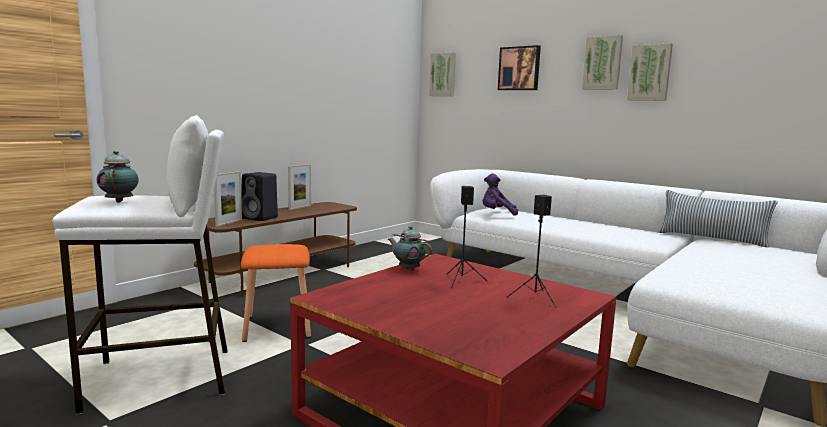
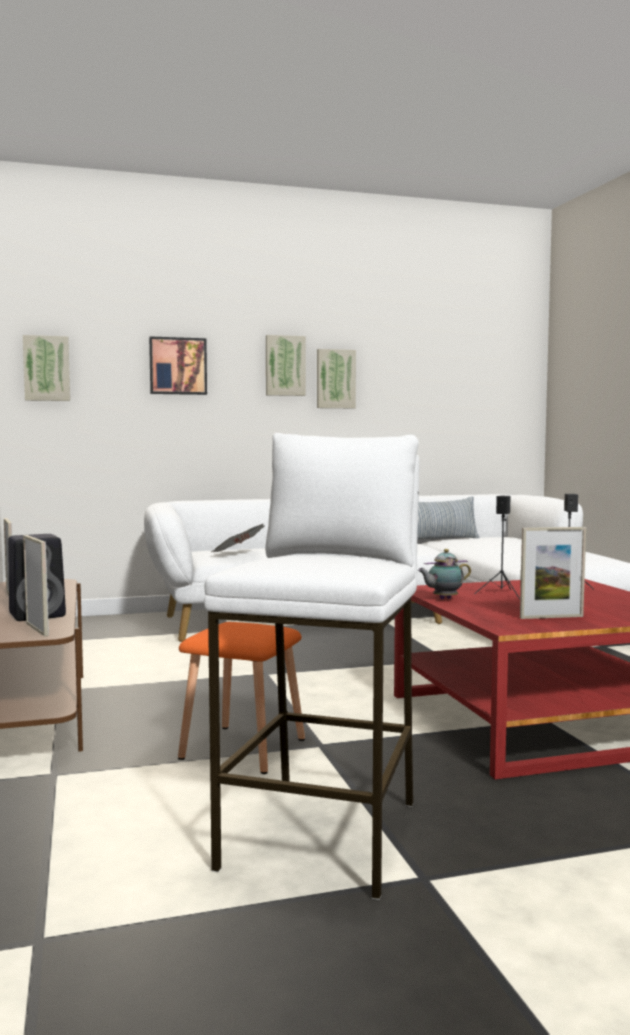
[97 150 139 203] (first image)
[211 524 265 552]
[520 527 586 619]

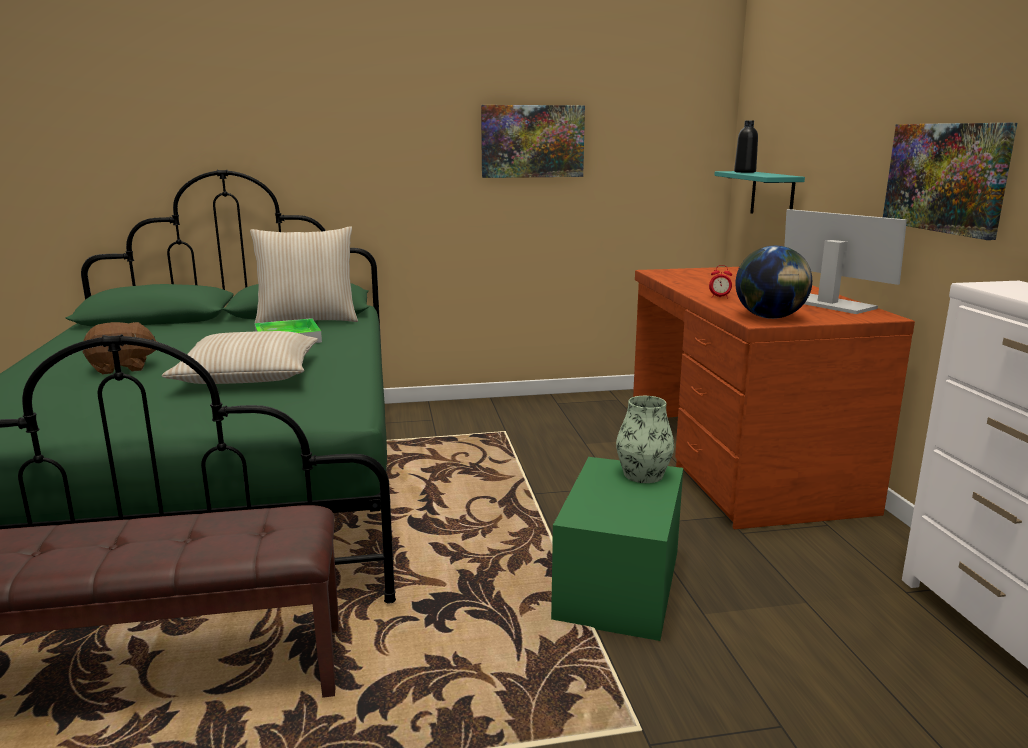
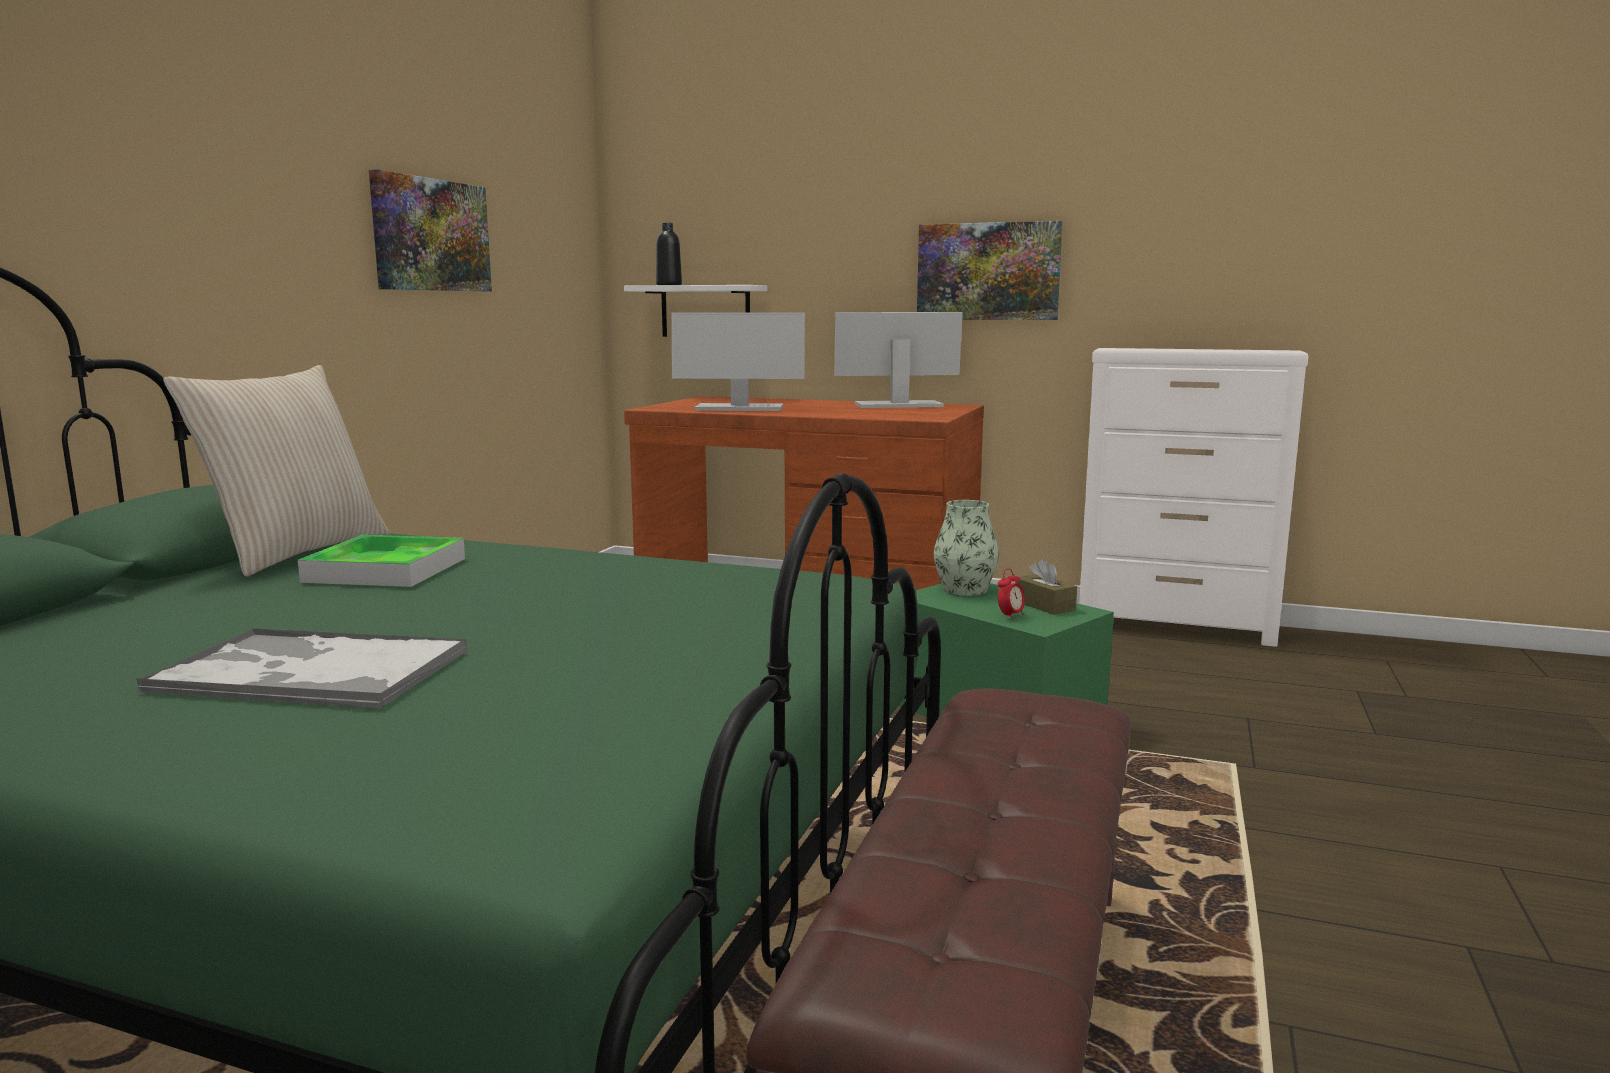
[624 285 767 337]
[736 246 812 319] (first image)
[998 569 1025 620]
[136 628 467 709]
[162 331 318 384] (first image)
[671 312 805 411]
[1015 558 1077 615]

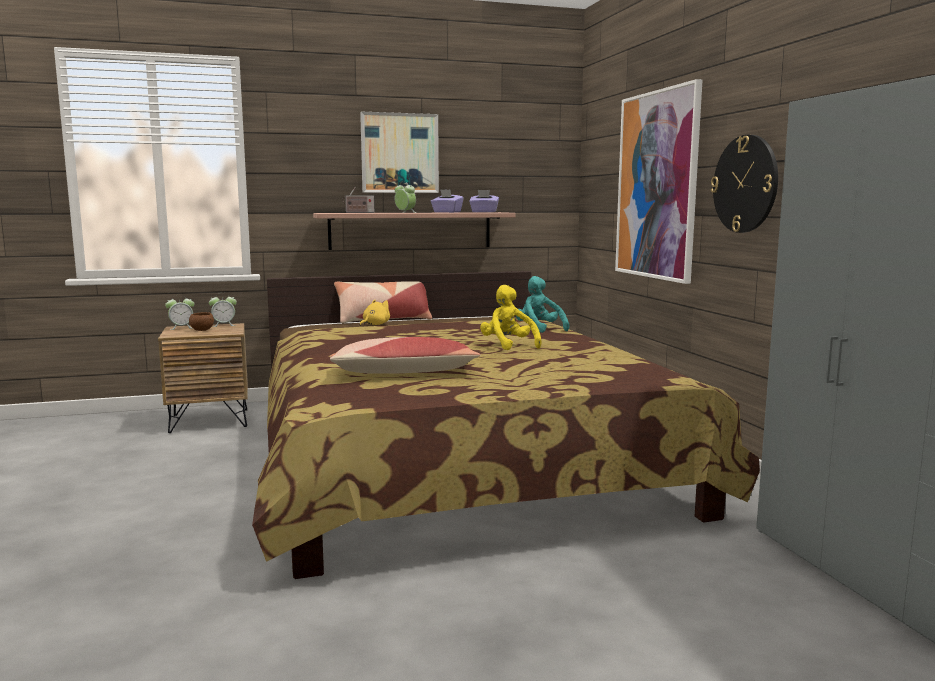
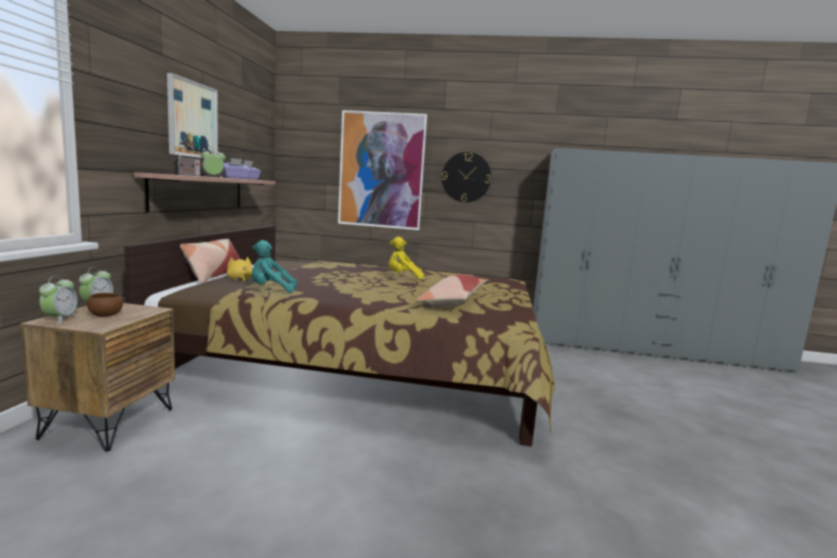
[251 240 298 293]

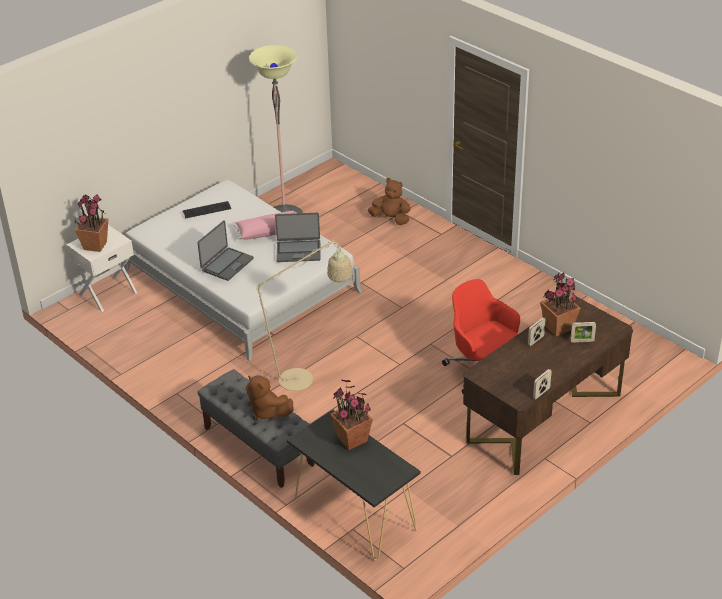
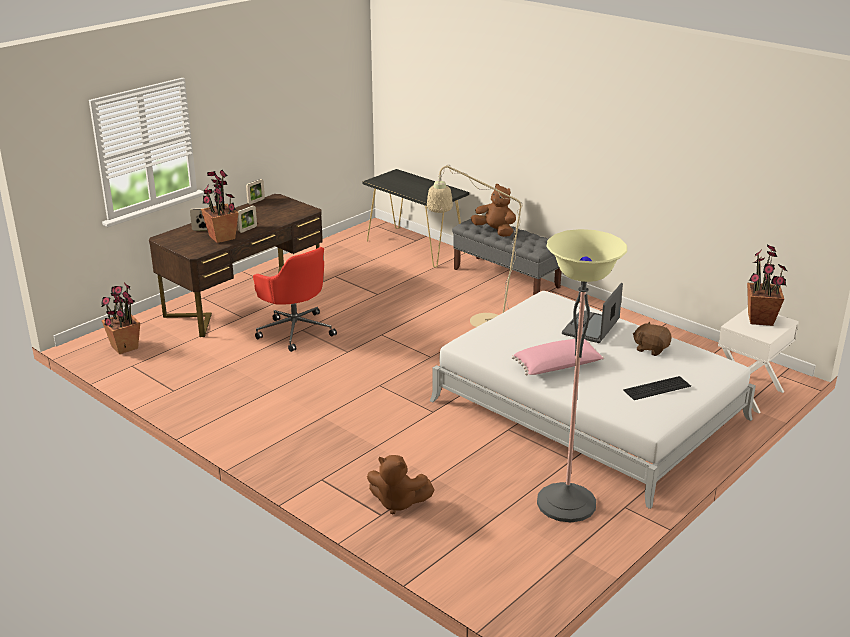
[275 213 321 262] (first image)
[101 282 140 354]
[633 321 672 356]

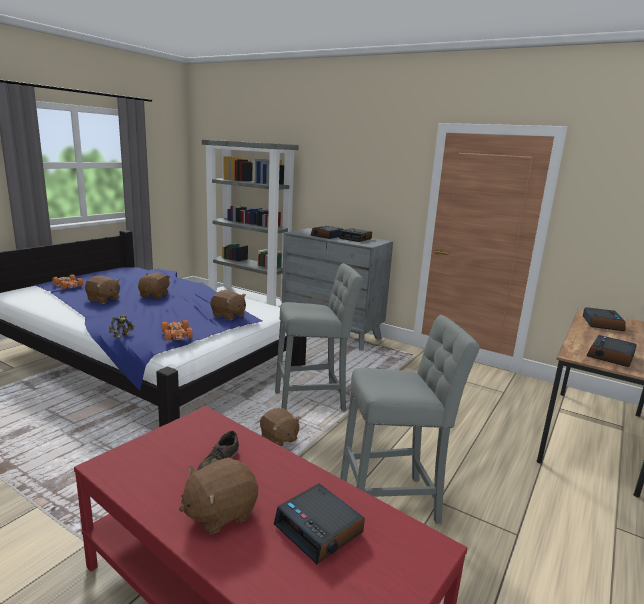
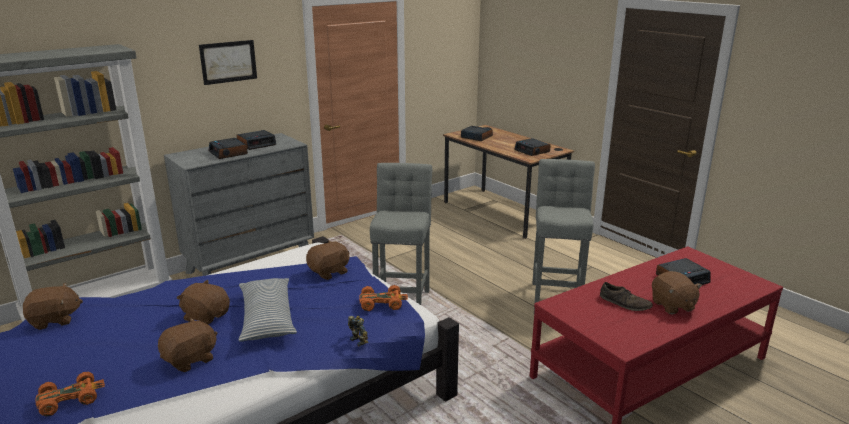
[23 283 83 330]
[199 40 257 85]
[239 278 297 341]

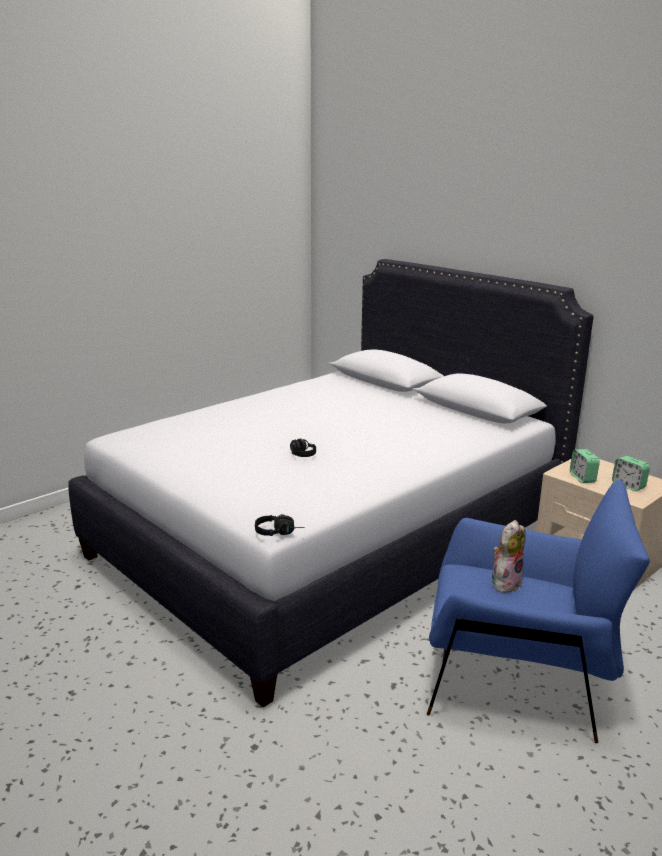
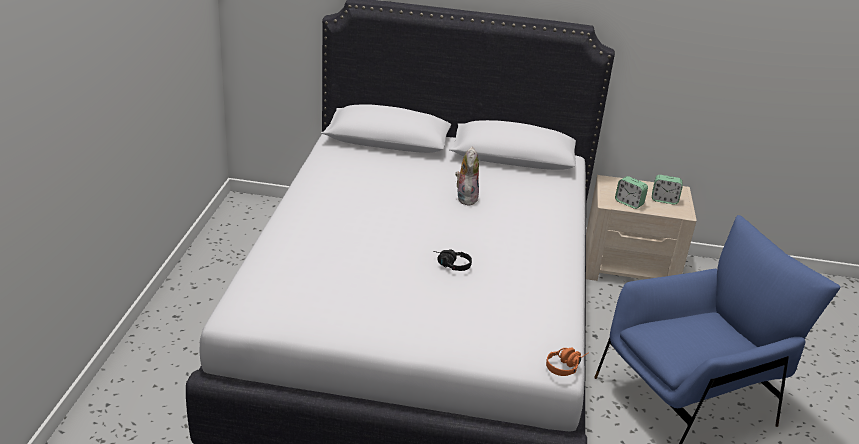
[546 347 589 376]
[455 147 479 205]

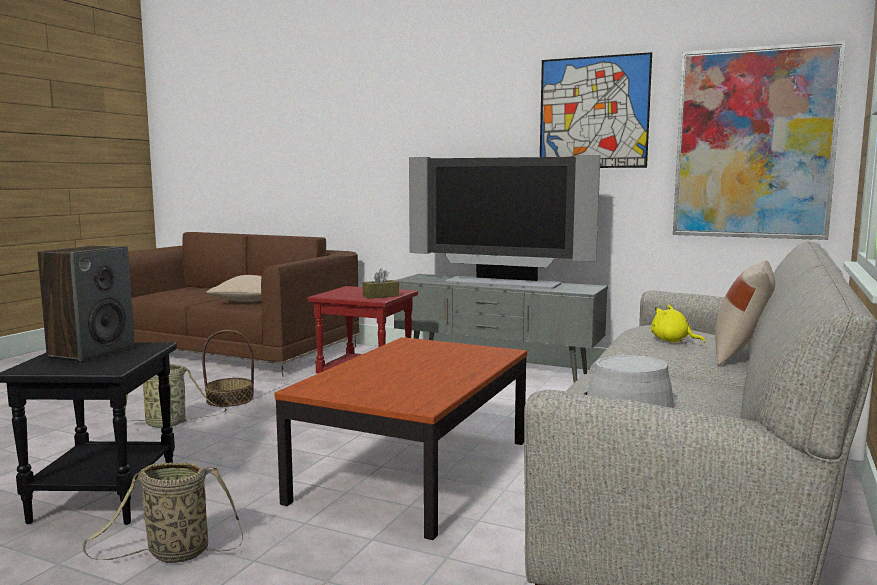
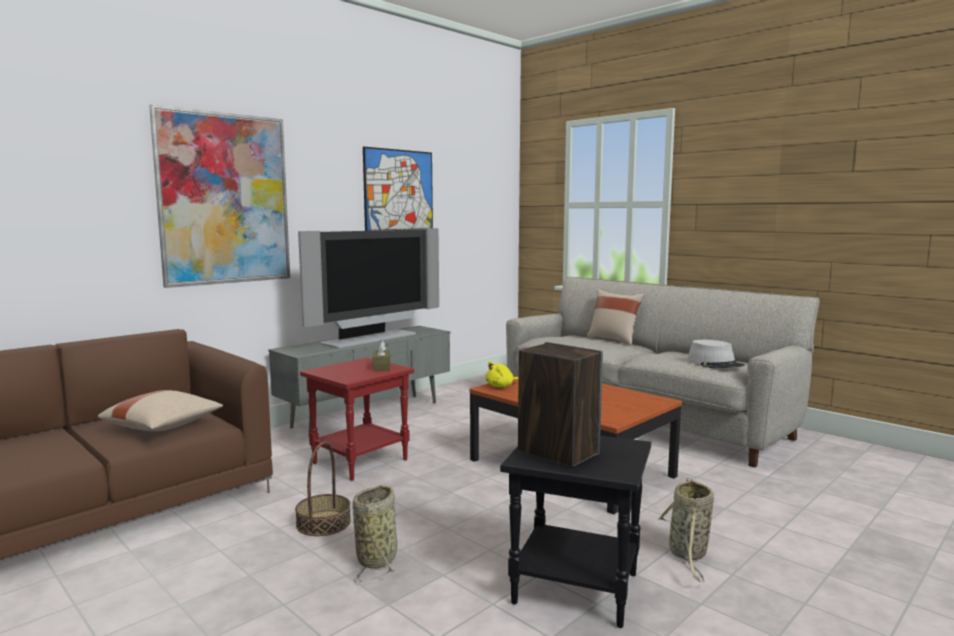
[149 104 290 288]
[485 361 519 387]

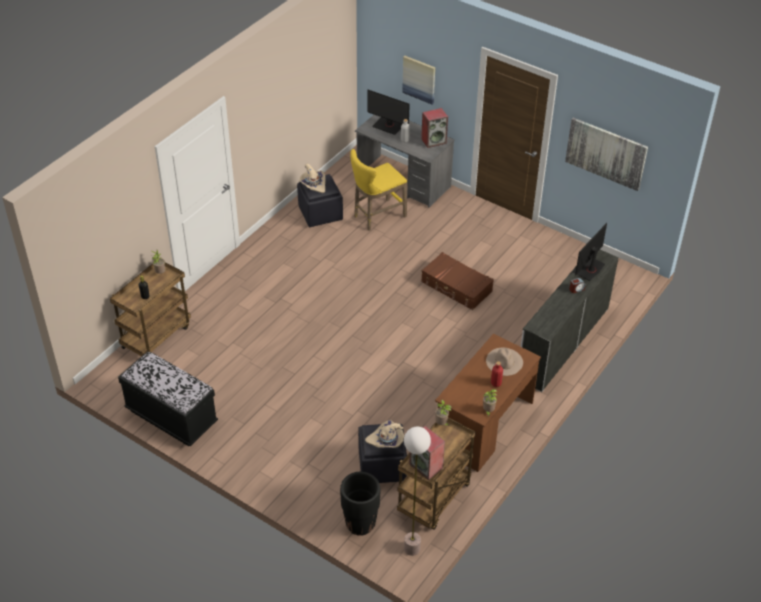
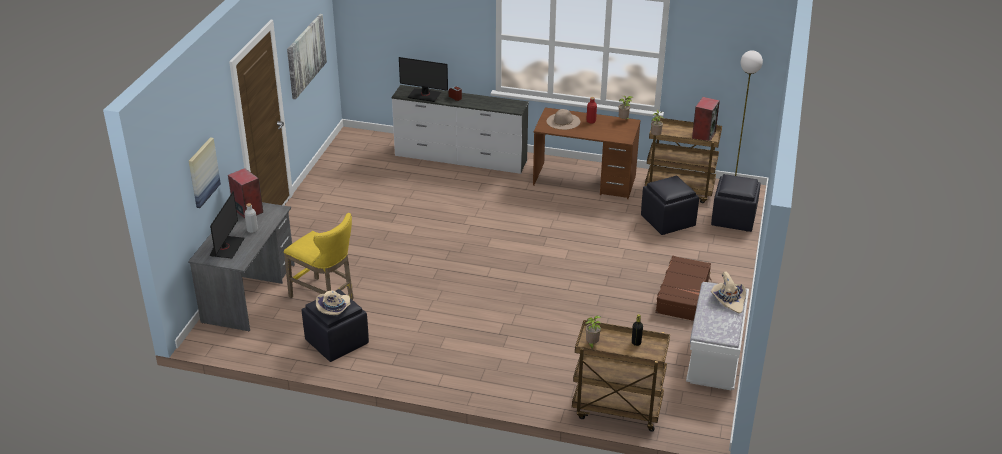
[655 256 712 321]
[686 282 749 390]
[711 271 746 313]
[711 174 761 232]

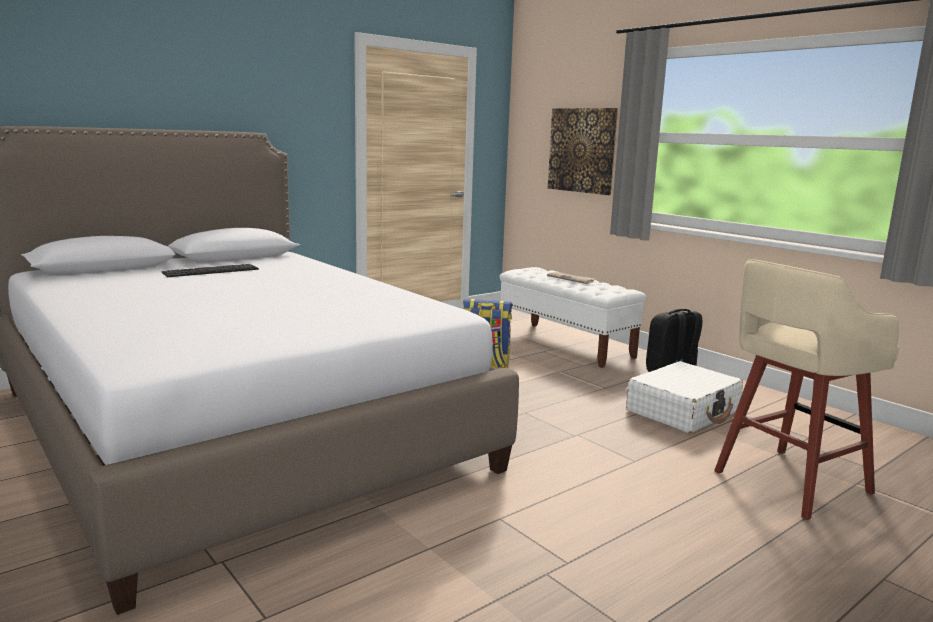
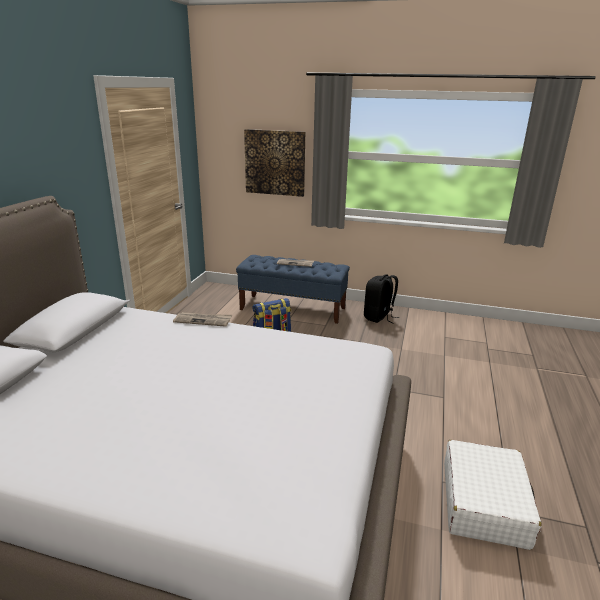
[714 259 900 520] (first image)
[161 264 259 277] (first image)
[236 255 350 324]
[444 440 541 550]
[173 312 232 327]

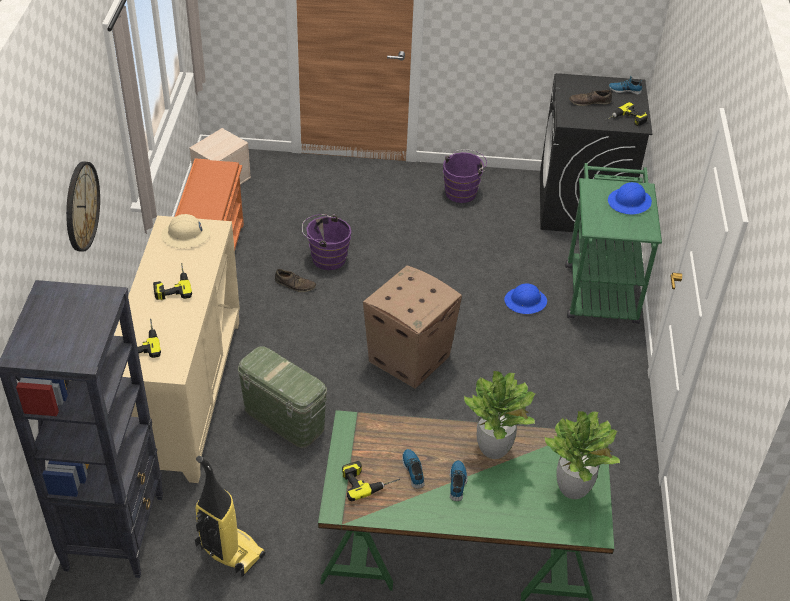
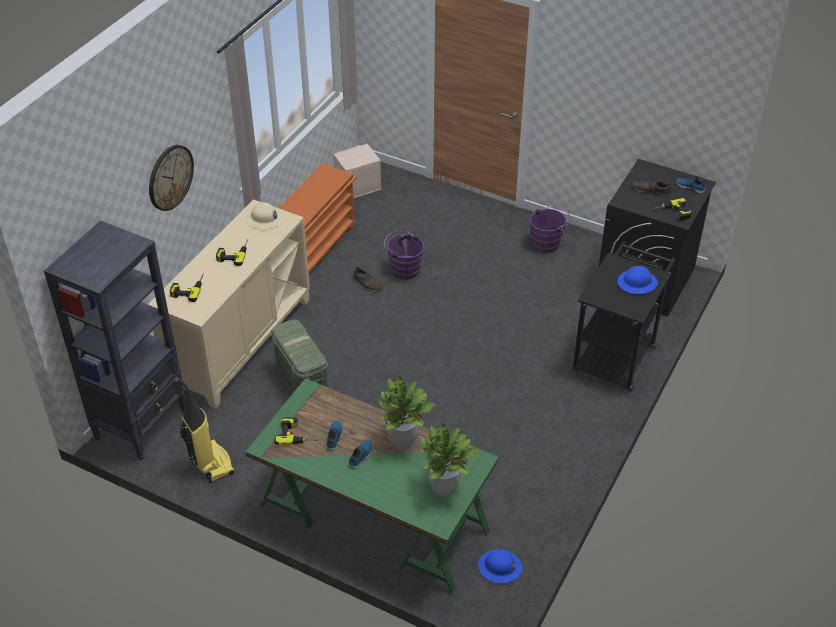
[572 241 675 392]
[363 266 462 388] (first image)
[478 549 522 583]

